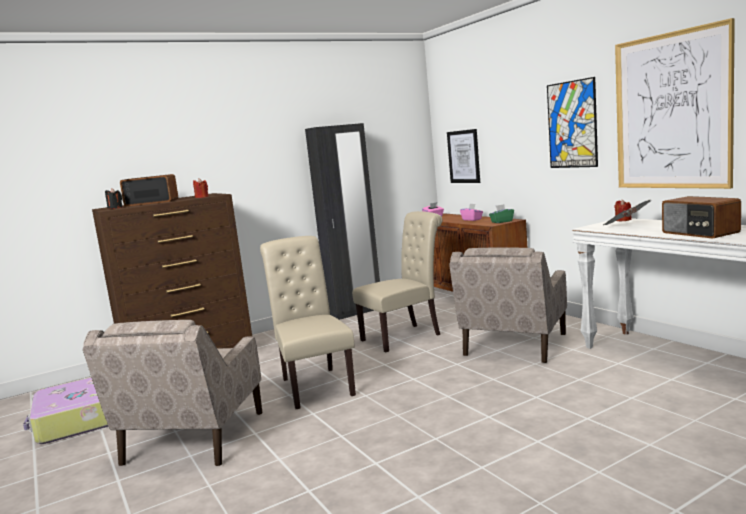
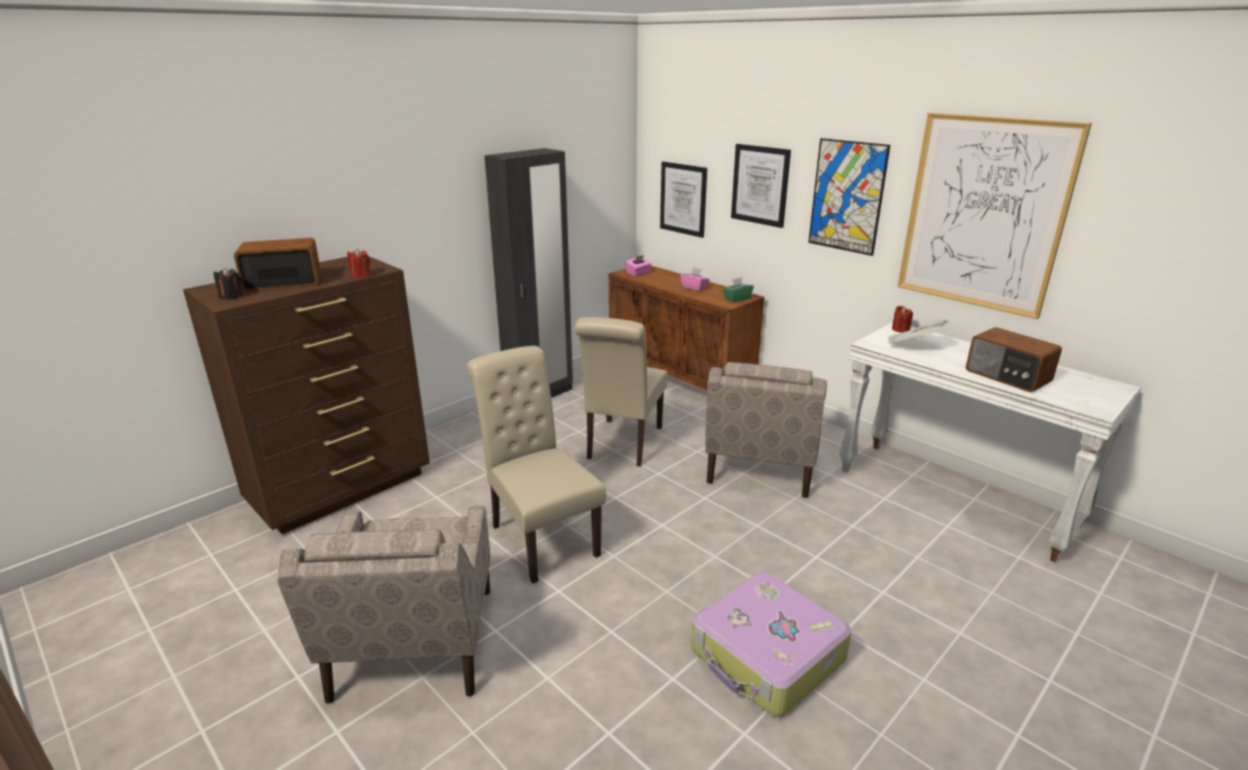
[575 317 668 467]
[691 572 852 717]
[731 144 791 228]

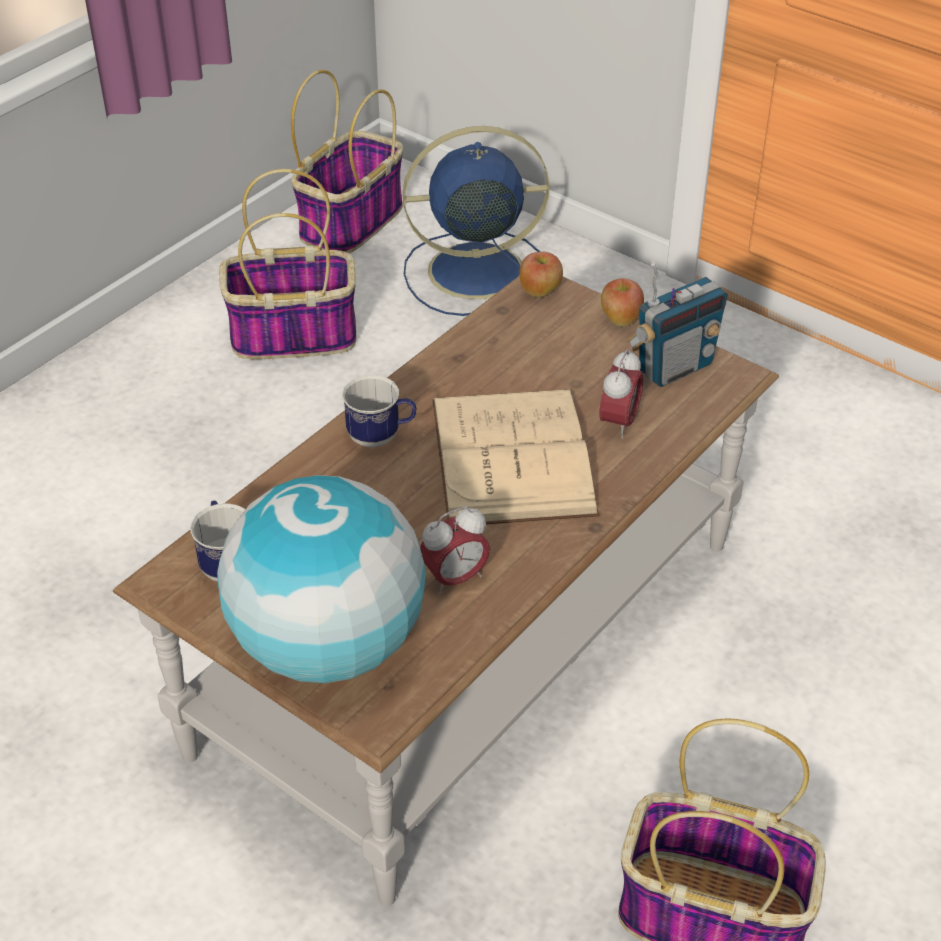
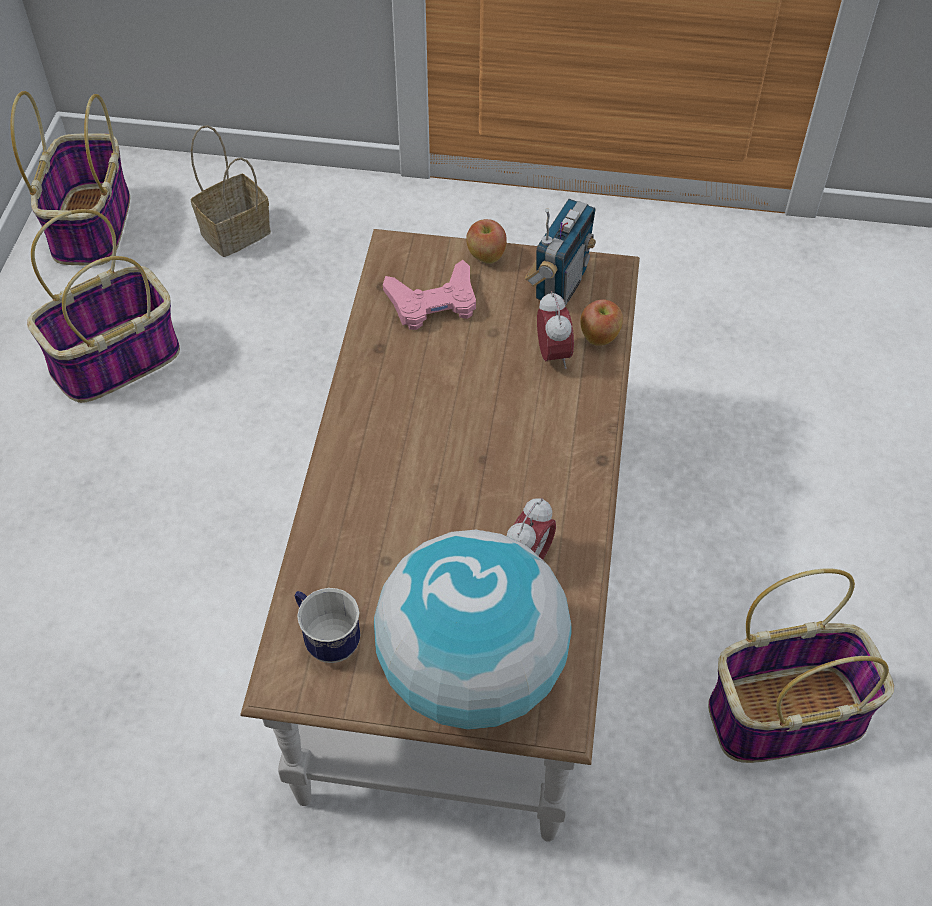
[191 125 271 257]
[580 299 623 346]
[342 375 416 447] (first image)
[432 389 599 524] (first image)
[383 260 476 330]

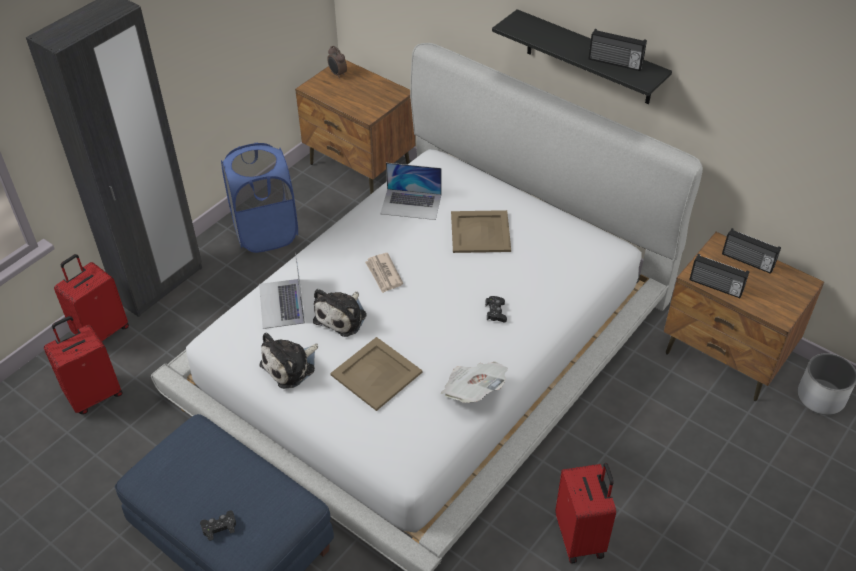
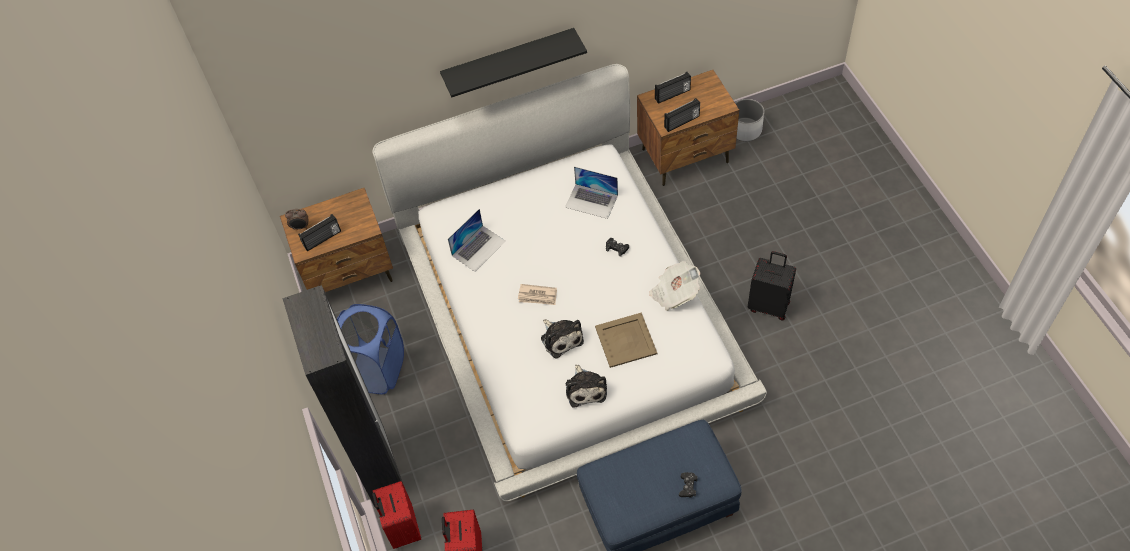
[298 214 341 251]
[451 210 511 253] (first image)
[565 167 618 219]
[748 251 796 321]

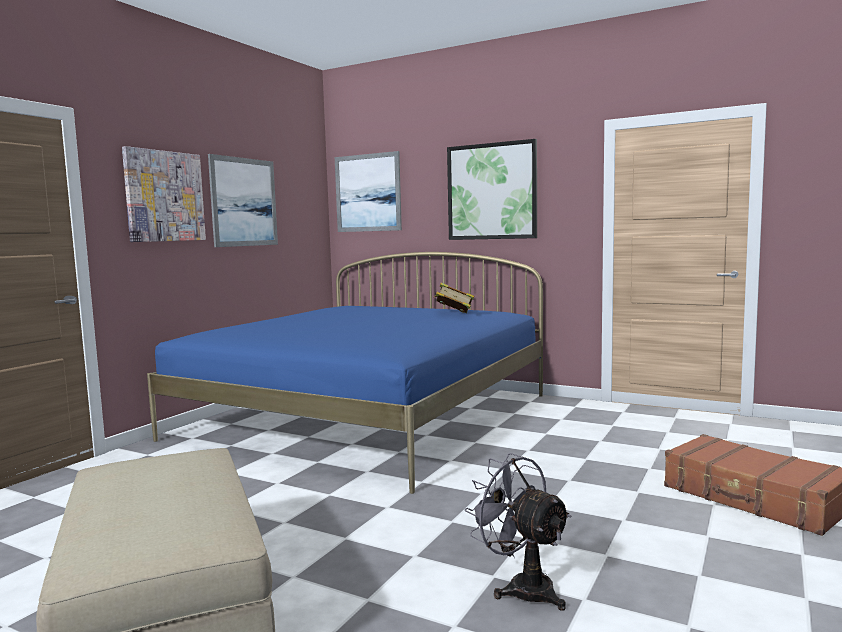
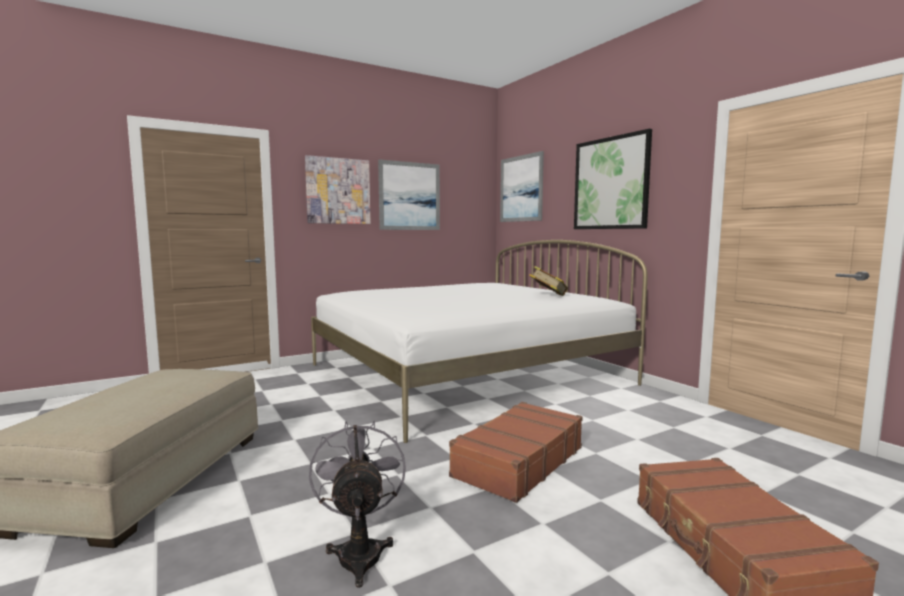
[311 240 648 443]
[449 402 583 503]

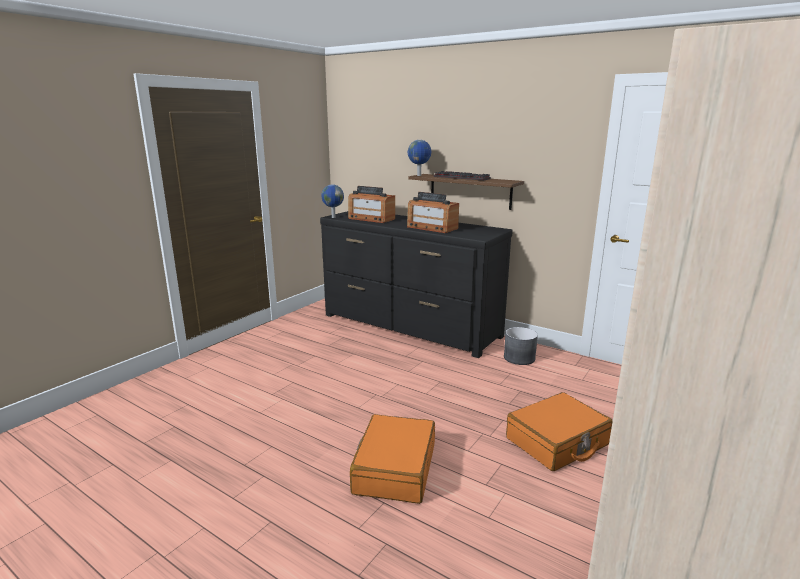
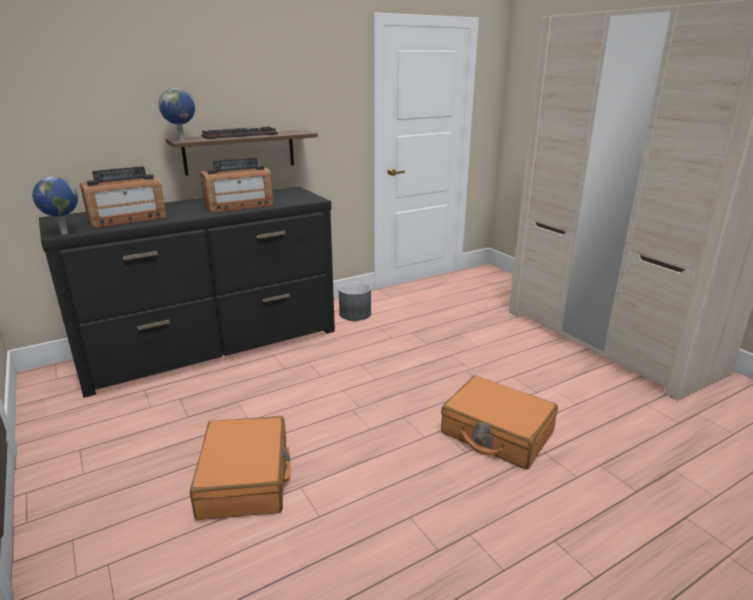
[190 416 291 520]

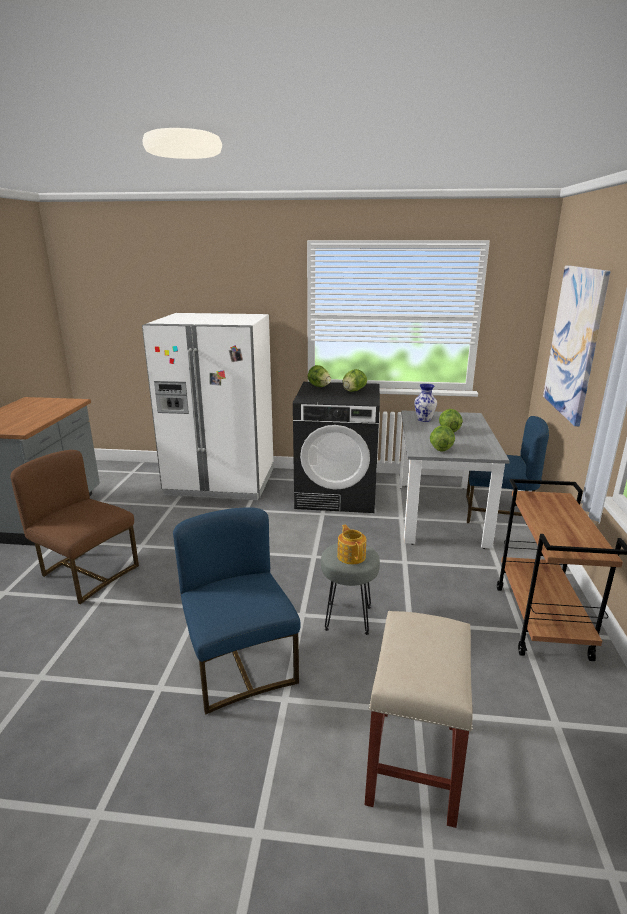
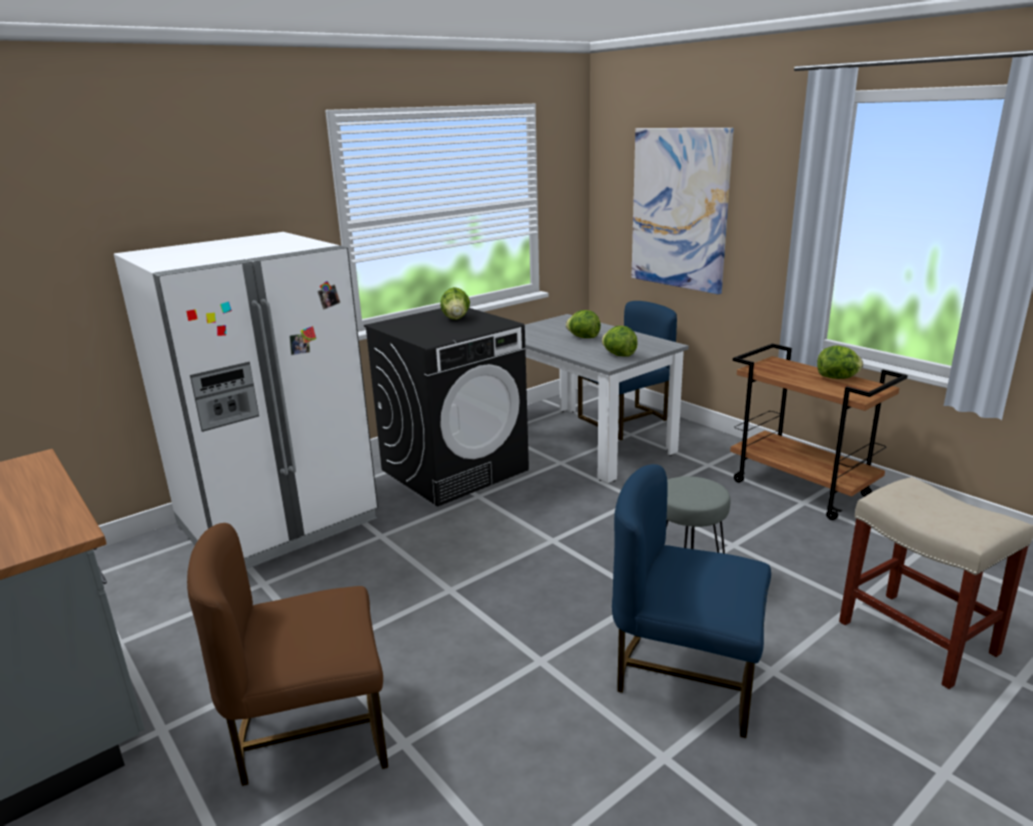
[817 346 863 379]
[414 384 437 422] (first image)
[337 524 366 565] (first image)

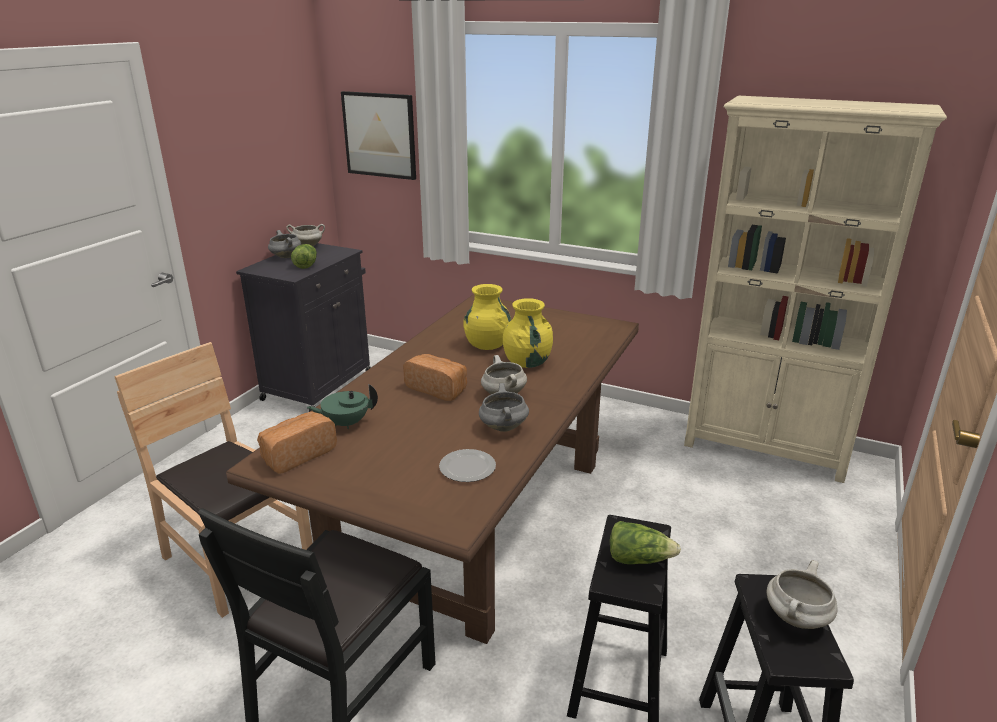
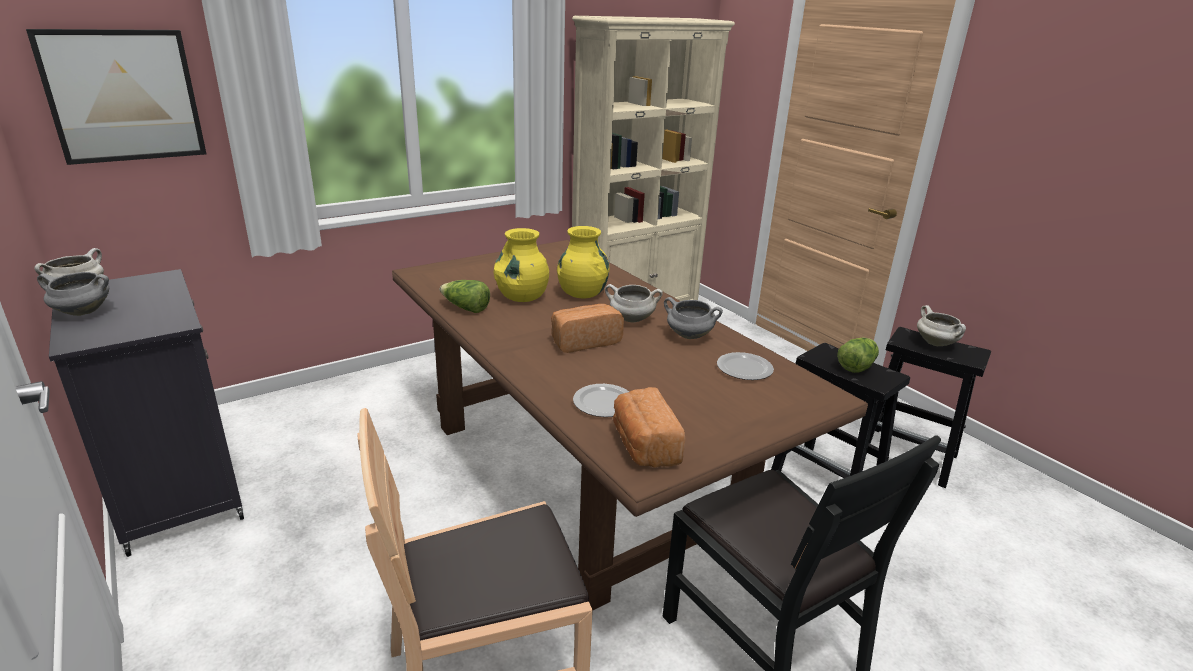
[440 280 490 313]
[573 384 629 417]

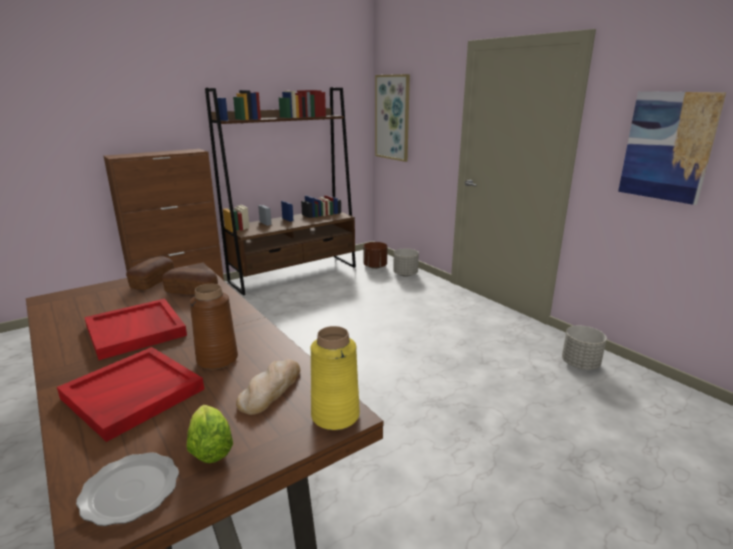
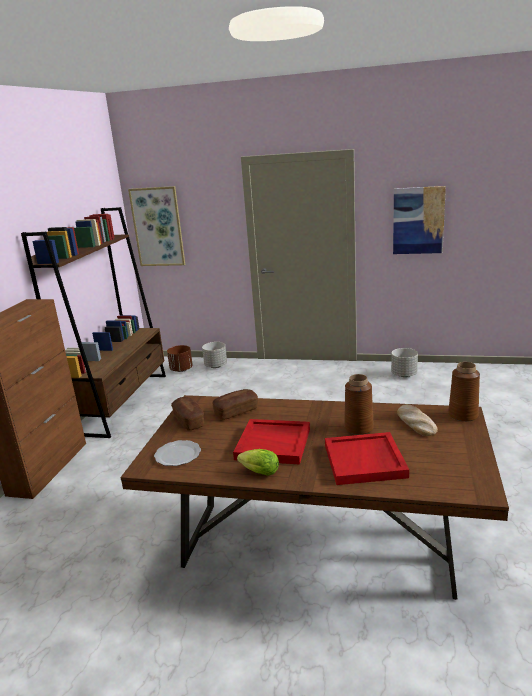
[448 362 480 422]
[237 449 279 476]
[154 440 201 466]

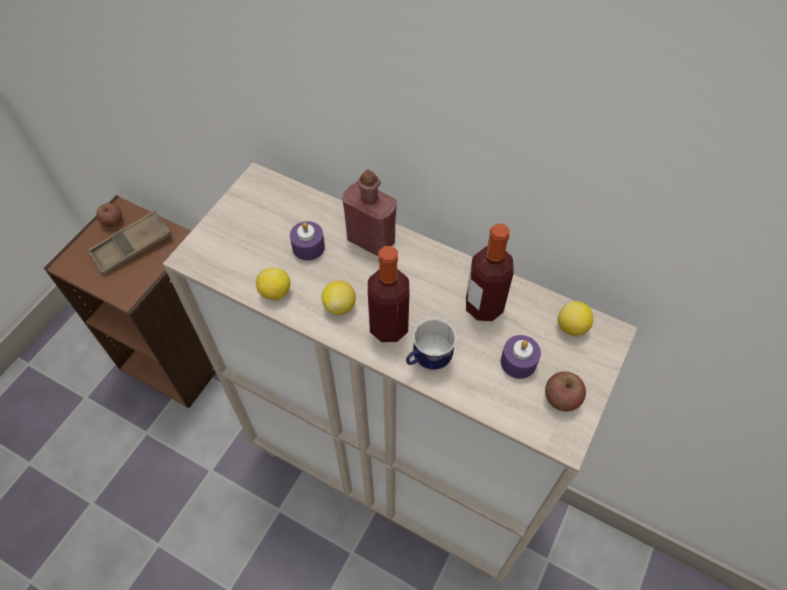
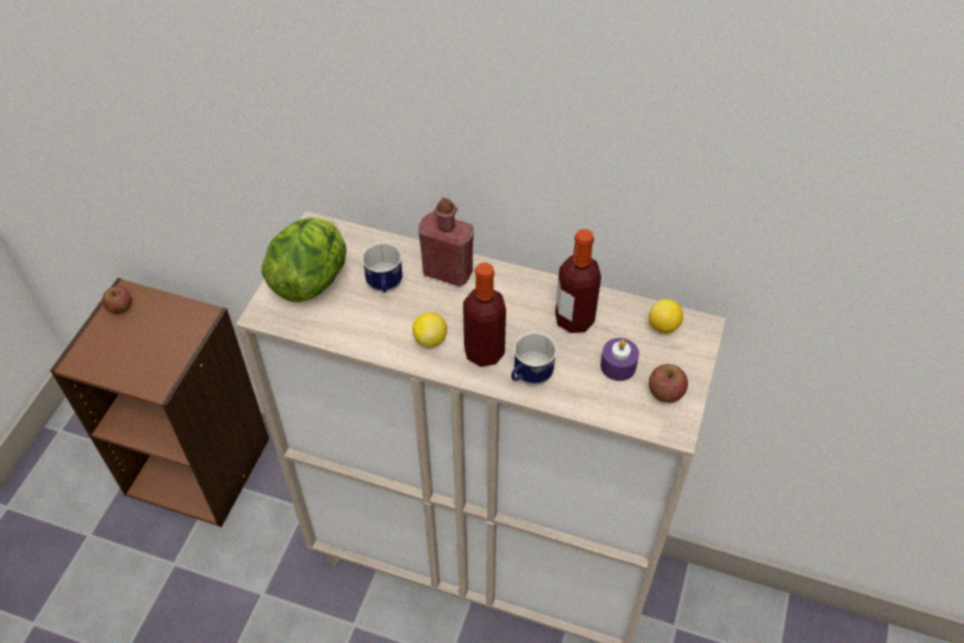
[88 210 172 275] (first image)
[361 241 402 293]
[256 267 290 300] (first image)
[261 217 346 302]

